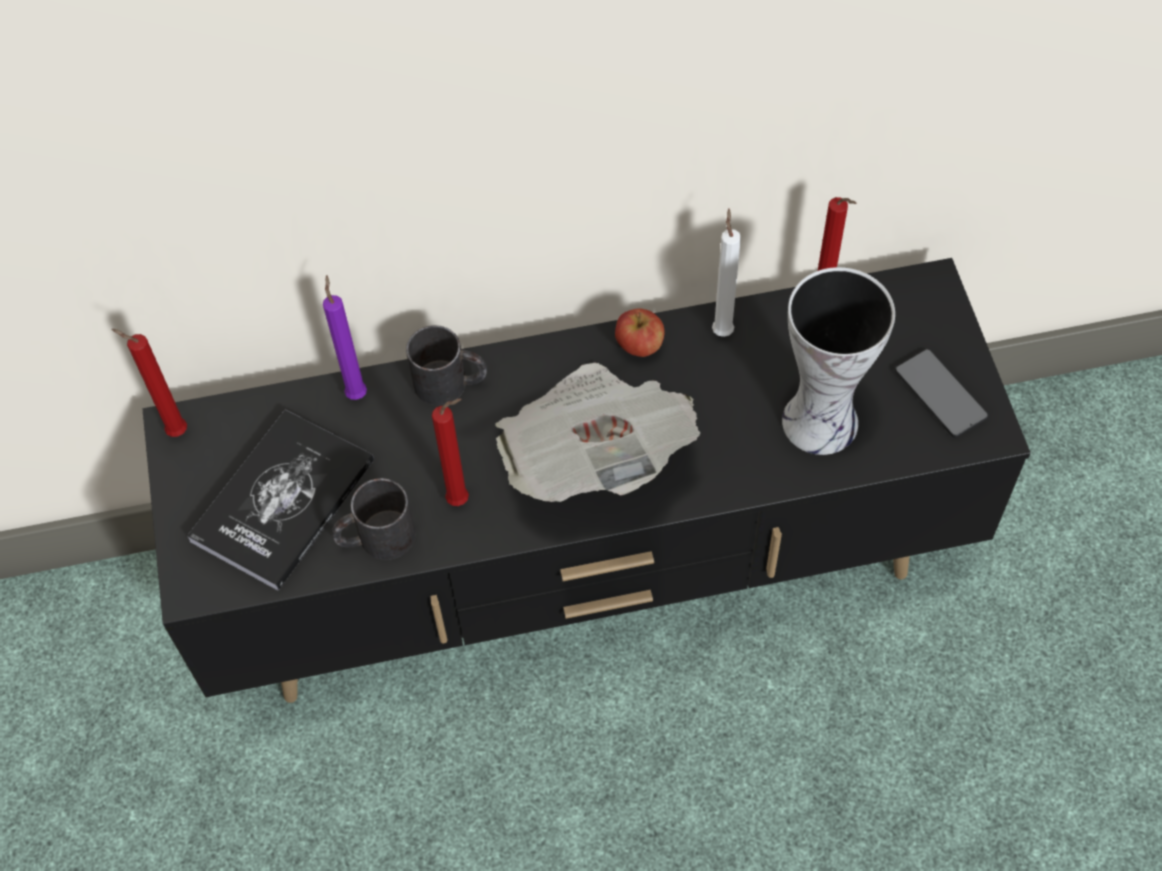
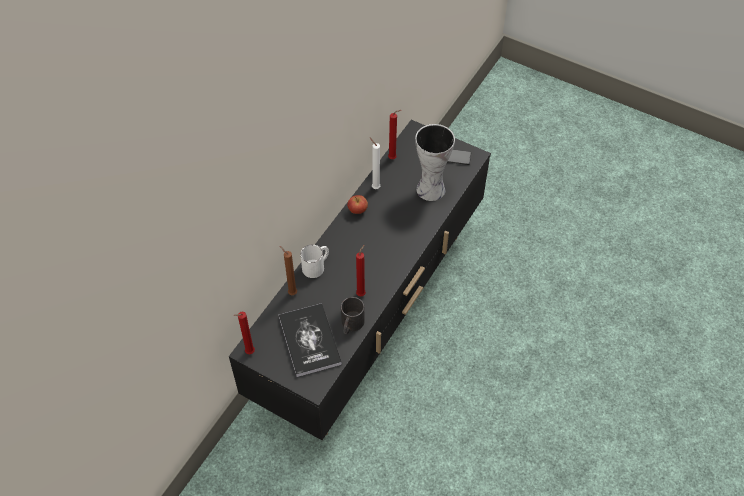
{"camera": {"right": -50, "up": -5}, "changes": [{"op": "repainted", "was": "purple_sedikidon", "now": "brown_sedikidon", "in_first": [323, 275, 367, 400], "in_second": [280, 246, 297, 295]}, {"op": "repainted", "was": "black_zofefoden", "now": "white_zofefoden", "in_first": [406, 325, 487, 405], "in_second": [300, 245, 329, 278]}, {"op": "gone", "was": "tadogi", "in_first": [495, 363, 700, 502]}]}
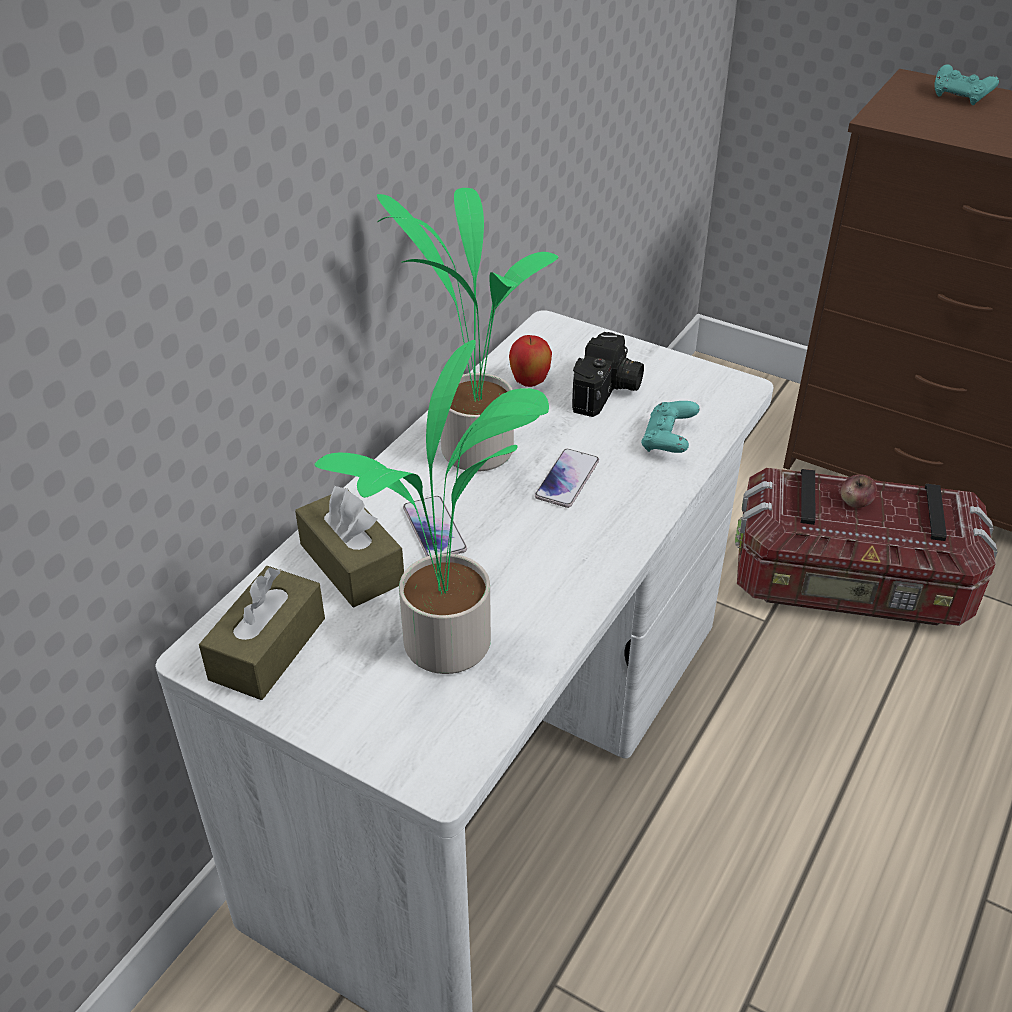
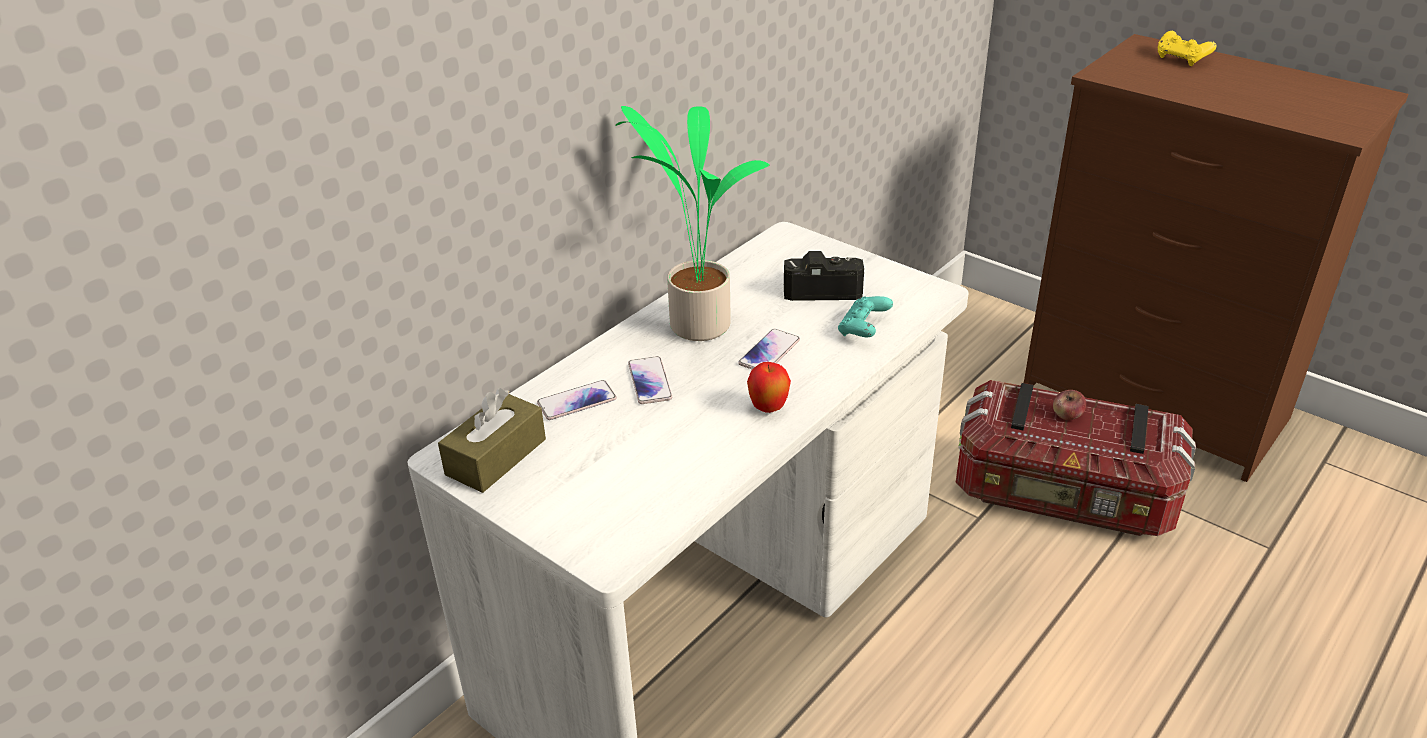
{"camera": {"right": 10, "up": -5}, "changes": [{"op": "repainted", "was": "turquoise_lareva", "now": "yellow_lareva", "in_first": [934, 64, 999, 105], "in_second": [1158, 31, 1217, 66]}, {"op": "rotated", "was": "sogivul", "in_first": [572, 332, 644, 417], "in_second": [784, 251, 864, 301], "clockwise": -120}, {"op": "shifted", "was": "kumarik", "in_first": [509, 335, 552, 387], "in_second": [747, 362, 791, 413]}, {"op": "gone", "was": "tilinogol", "in_first": [314, 340, 549, 674]}, {"op": "swapped", "was": "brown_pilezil", "now": "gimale", "in_first": [295, 486, 404, 607], "in_second": [537, 380, 617, 420]}]}
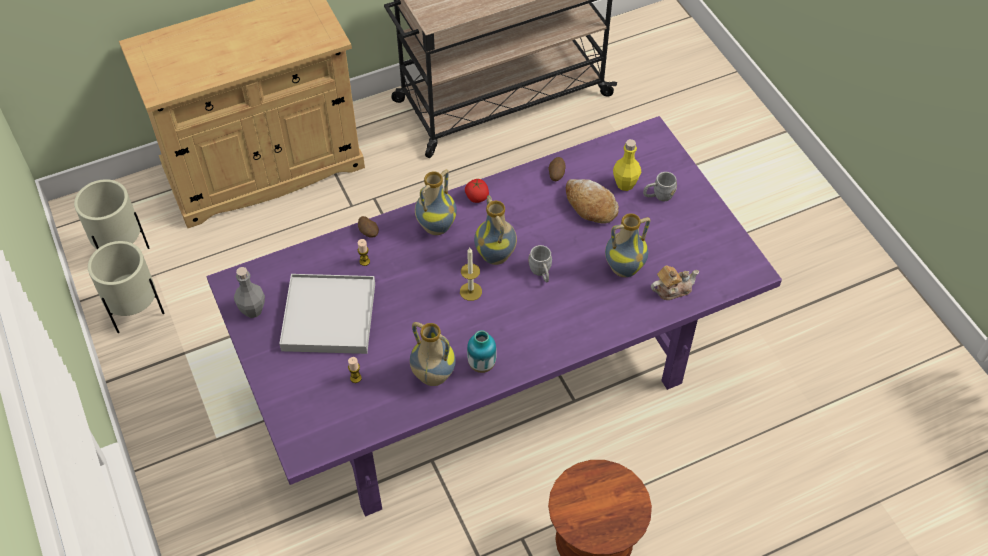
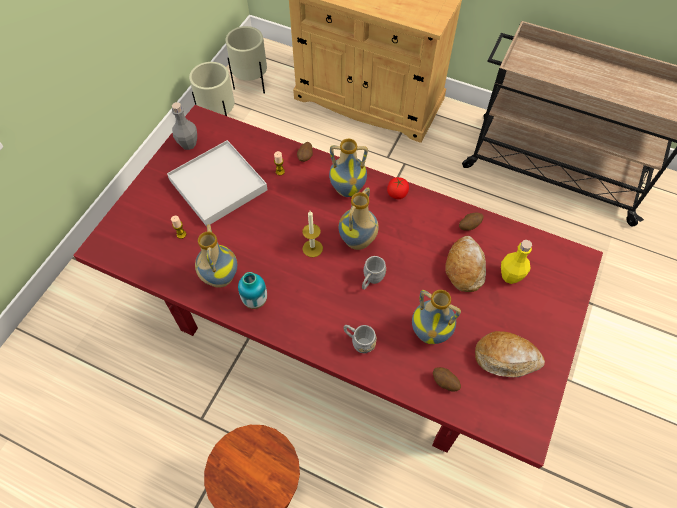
{"camera": {"right": 50, "up": 5}, "changes": [{"op": "repainted", "was": "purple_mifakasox", "now": "red_mifakasox", "in_first": [207, 116, 782, 517], "in_second": [73, 105, 603, 468]}, {"op": "shifted", "was": "grey_zofefoden", "in_first": [643, 172, 677, 201], "in_second": [343, 325, 377, 353]}, {"op": "swapped", "was": "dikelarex", "now": "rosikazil", "in_first": [651, 265, 699, 300], "in_second": [433, 367, 461, 392]}, {"op": "new", "now": "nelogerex", "in_second": [475, 331, 545, 377]}]}
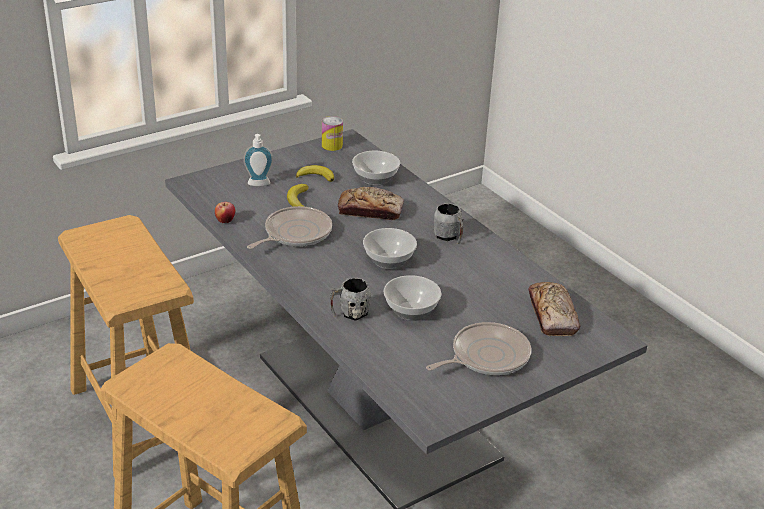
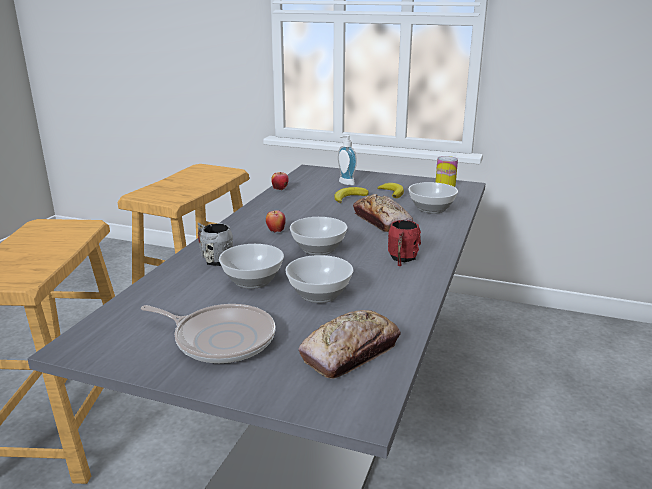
{"camera": {"right": 55, "up": -10}, "changes": [{"op": "repainted", "was": "grey_zofefoden", "now": "red_zofefoden", "in_first": [434, 203, 463, 244], "in_second": [388, 220, 421, 266]}, {"op": "gone", "was": "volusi", "in_first": [247, 206, 332, 249]}, {"op": "new", "now": "kumarik", "in_second": [266, 210, 286, 232]}, {"op": "new", "now": "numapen", "in_second": [285, 255, 353, 303]}]}
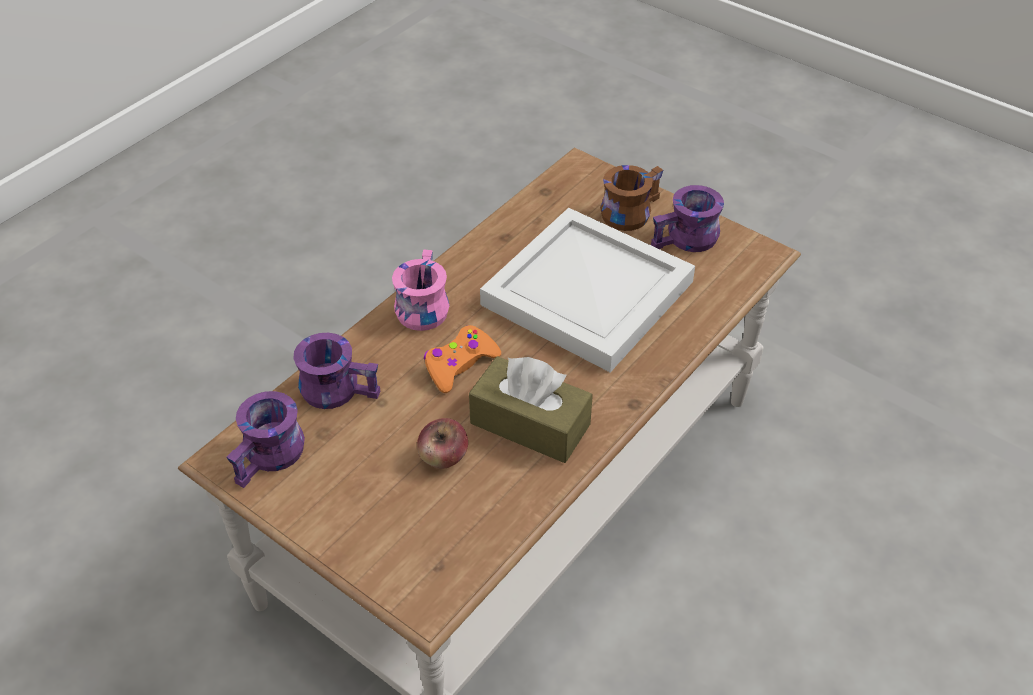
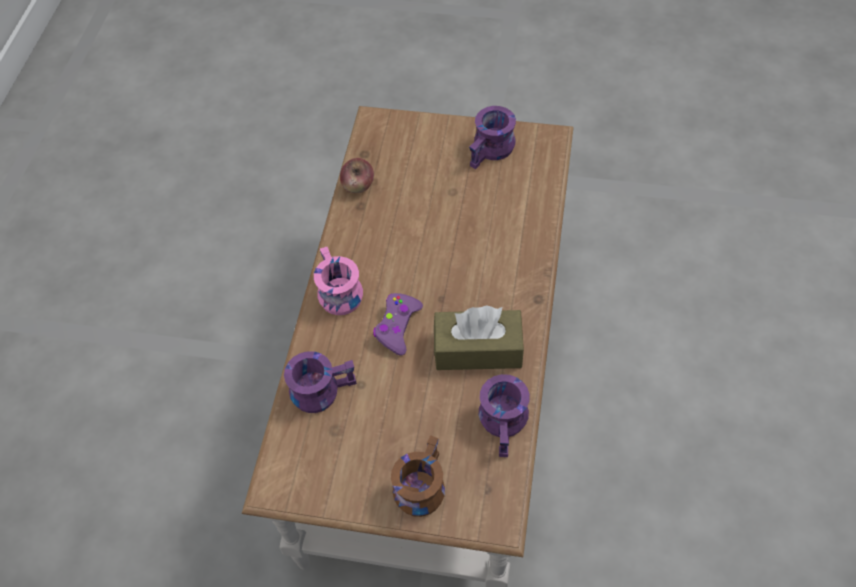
{"camera": {"right": -25, "up": 10}, "changes": [{"op": "shifted", "was": "brown_zofefoden", "in_first": [600, 165, 663, 231], "in_second": [391, 435, 445, 517]}, {"op": "gone", "was": "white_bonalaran", "in_first": [480, 208, 695, 372]}, {"op": "repainted", "was": "orange_lareva", "now": "purple_lareva", "in_first": [424, 325, 501, 393], "in_second": [373, 293, 423, 356]}, {"op": "shifted", "was": "purple_zofefoden", "in_first": [227, 391, 305, 488], "in_second": [479, 374, 530, 457]}, {"op": "shifted", "was": "kumarik", "in_first": [417, 418, 468, 469], "in_second": [340, 158, 374, 193]}]}
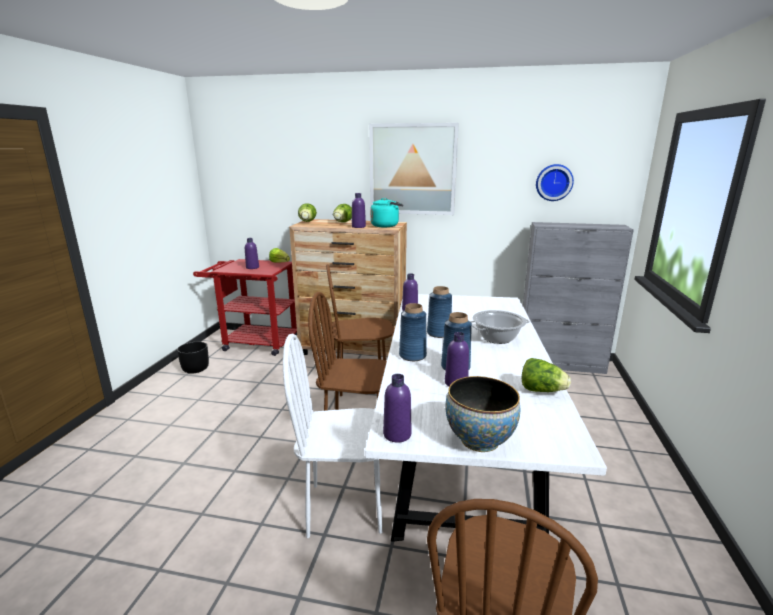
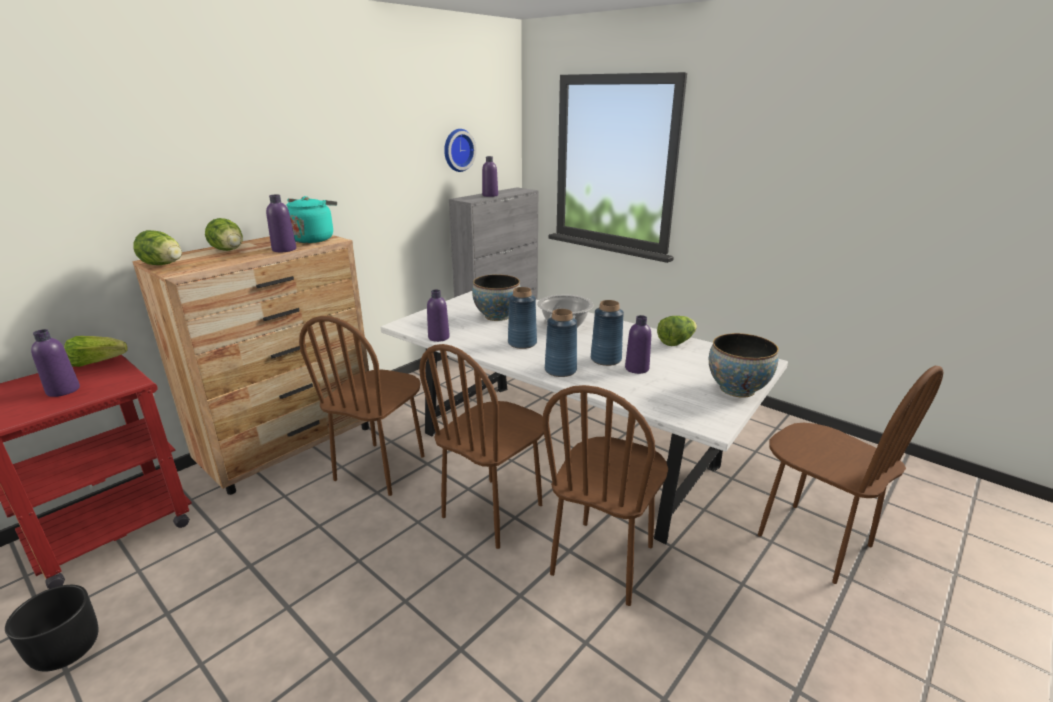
{"camera": {"right": -60, "up": 5}, "changes": [{"op": "gone", "was": "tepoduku", "in_first": [369, 123, 459, 215]}, {"op": "repainted", "was": "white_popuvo", "now": "brown_popuvo", "in_first": [283, 334, 382, 538], "in_second": [542, 385, 668, 606]}, {"op": "shifted", "was": "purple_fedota", "in_first": [383, 374, 412, 443], "in_second": [482, 156, 498, 197]}, {"op": "new", "now": "numapen", "in_second": [472, 274, 521, 321]}]}
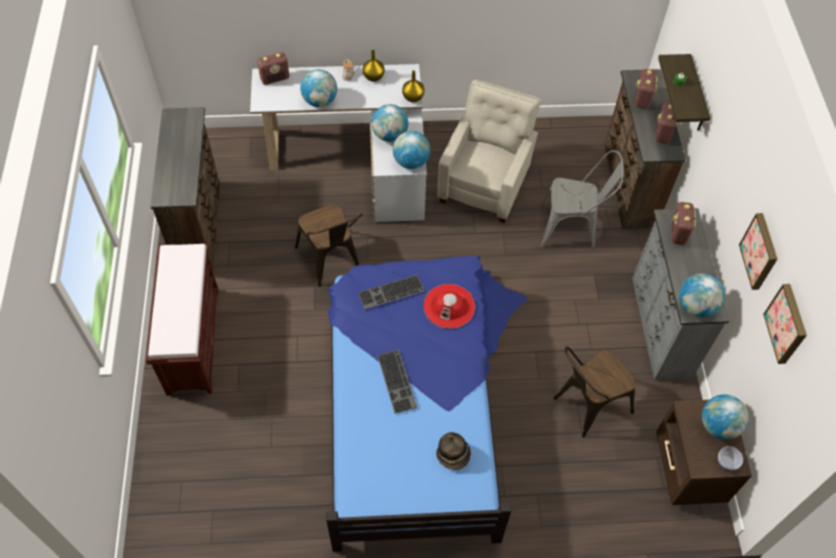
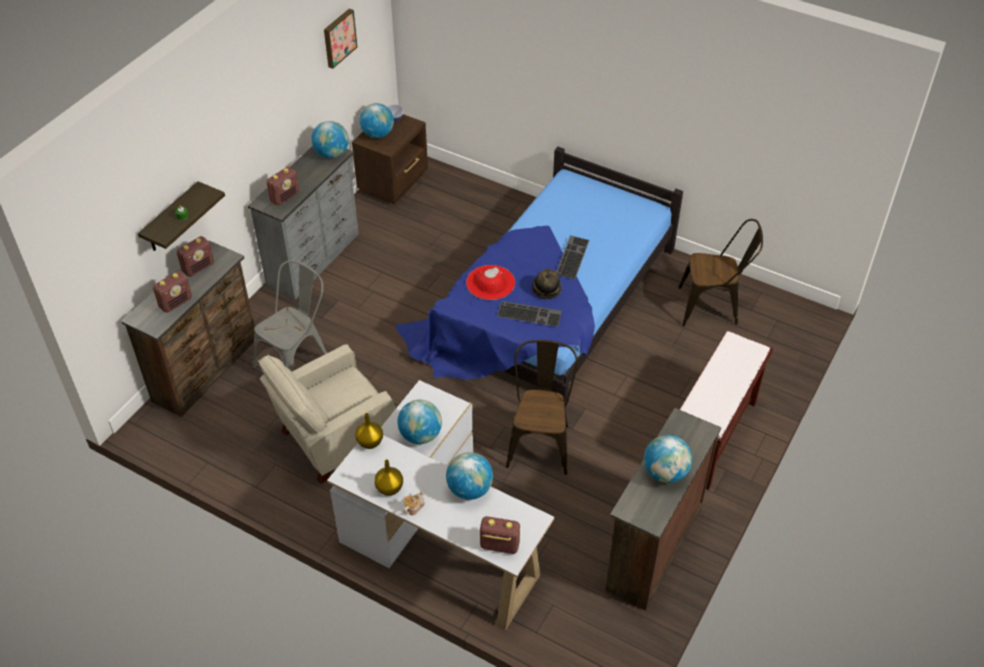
{"camera": {"right": -145, "up": -10}, "changes": [{"op": "shifted", "was": "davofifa", "in_first": [393, 131, 430, 169], "in_second": [644, 435, 692, 483]}, {"op": "rotated", "was": "grey_popuvo", "in_first": [541, 150, 624, 248], "in_second": [253, 260, 327, 371], "clockwise": 90}, {"op": "gone", "was": "tepoduku", "in_first": [739, 213, 777, 290]}, {"op": "shifted", "was": "brown_popuvo", "in_first": [554, 346, 636, 438], "in_second": [678, 219, 763, 326]}, {"op": "shifted", "was": "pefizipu", "in_first": [436, 432, 471, 470], "in_second": [532, 269, 562, 300]}]}
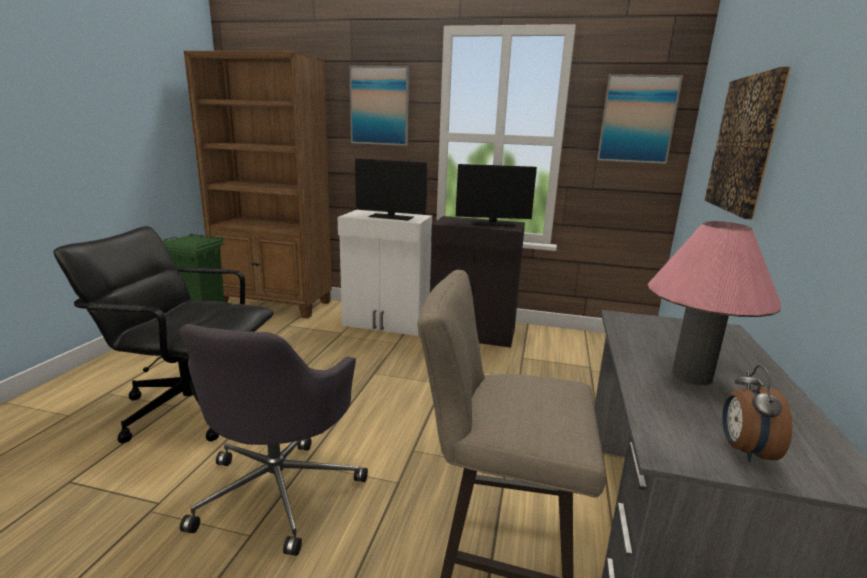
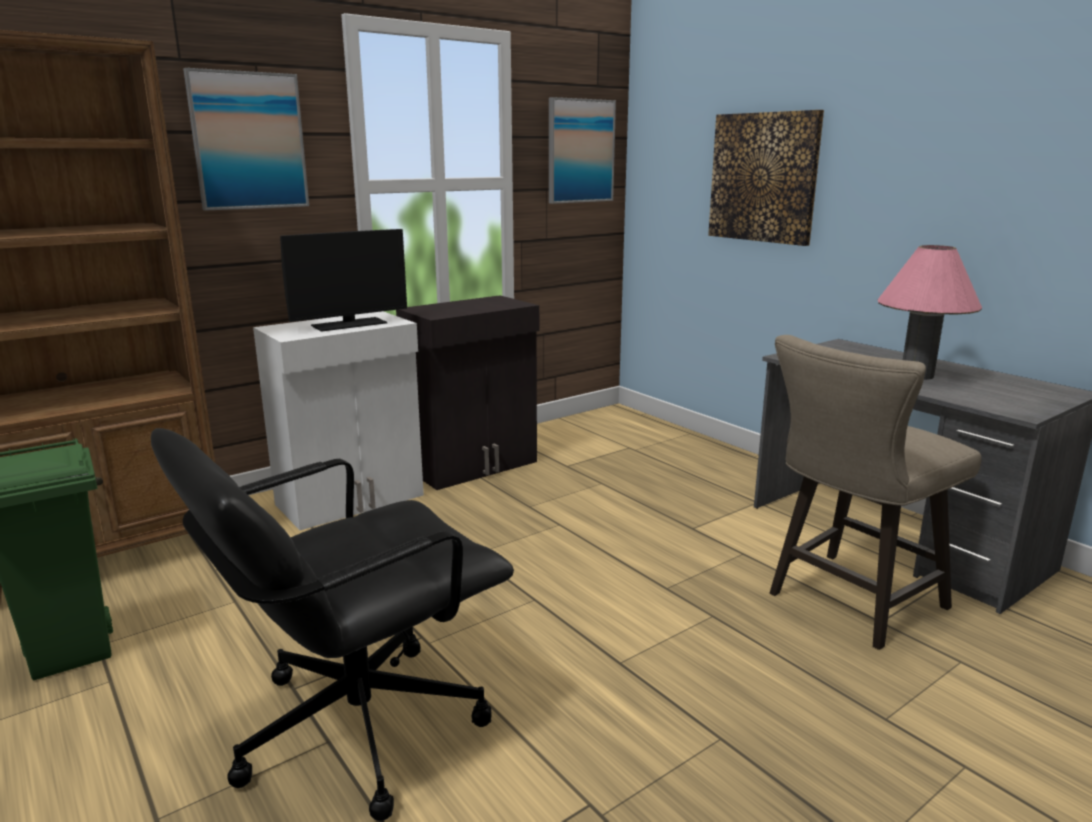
{"camera": {"right": -50, "up": 0}, "changes": [{"op": "gone", "was": "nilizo", "in_first": [456, 164, 537, 226]}, {"op": "gone", "was": "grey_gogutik", "in_first": [179, 324, 368, 556]}, {"op": "gone", "was": "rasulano", "in_first": [722, 365, 793, 462]}]}
